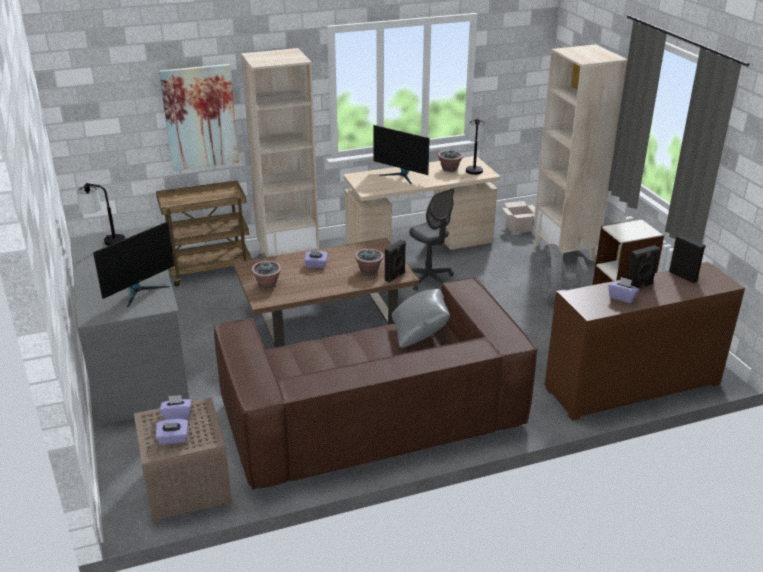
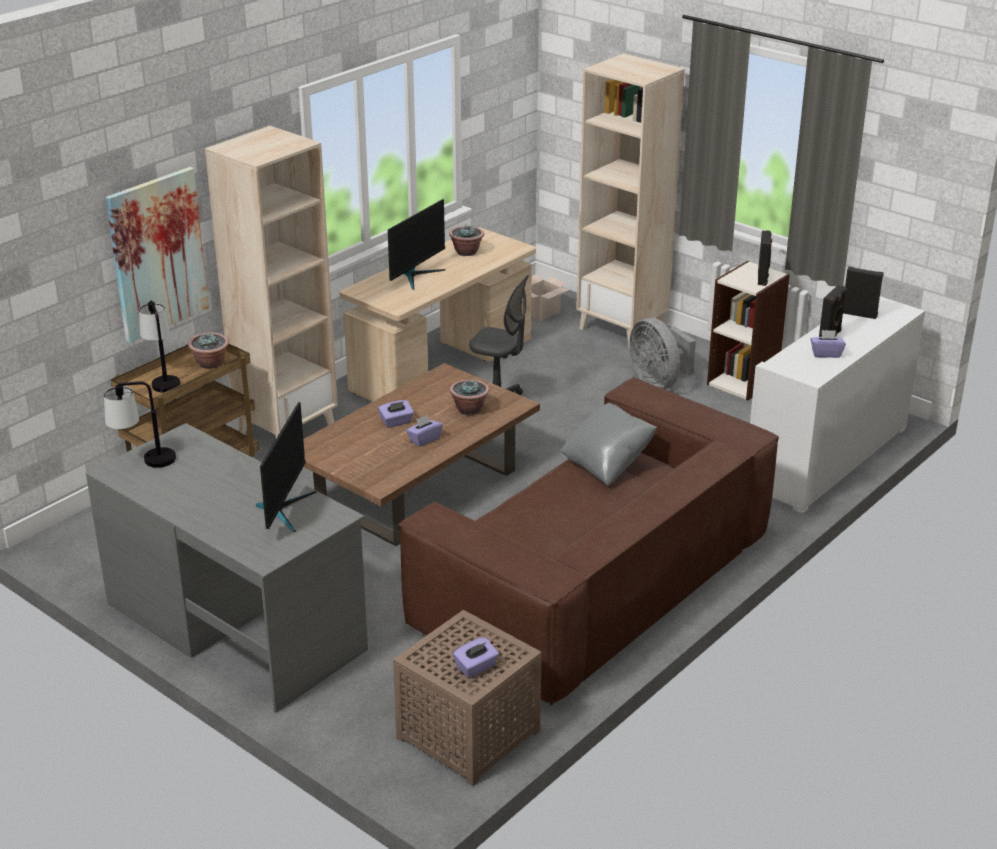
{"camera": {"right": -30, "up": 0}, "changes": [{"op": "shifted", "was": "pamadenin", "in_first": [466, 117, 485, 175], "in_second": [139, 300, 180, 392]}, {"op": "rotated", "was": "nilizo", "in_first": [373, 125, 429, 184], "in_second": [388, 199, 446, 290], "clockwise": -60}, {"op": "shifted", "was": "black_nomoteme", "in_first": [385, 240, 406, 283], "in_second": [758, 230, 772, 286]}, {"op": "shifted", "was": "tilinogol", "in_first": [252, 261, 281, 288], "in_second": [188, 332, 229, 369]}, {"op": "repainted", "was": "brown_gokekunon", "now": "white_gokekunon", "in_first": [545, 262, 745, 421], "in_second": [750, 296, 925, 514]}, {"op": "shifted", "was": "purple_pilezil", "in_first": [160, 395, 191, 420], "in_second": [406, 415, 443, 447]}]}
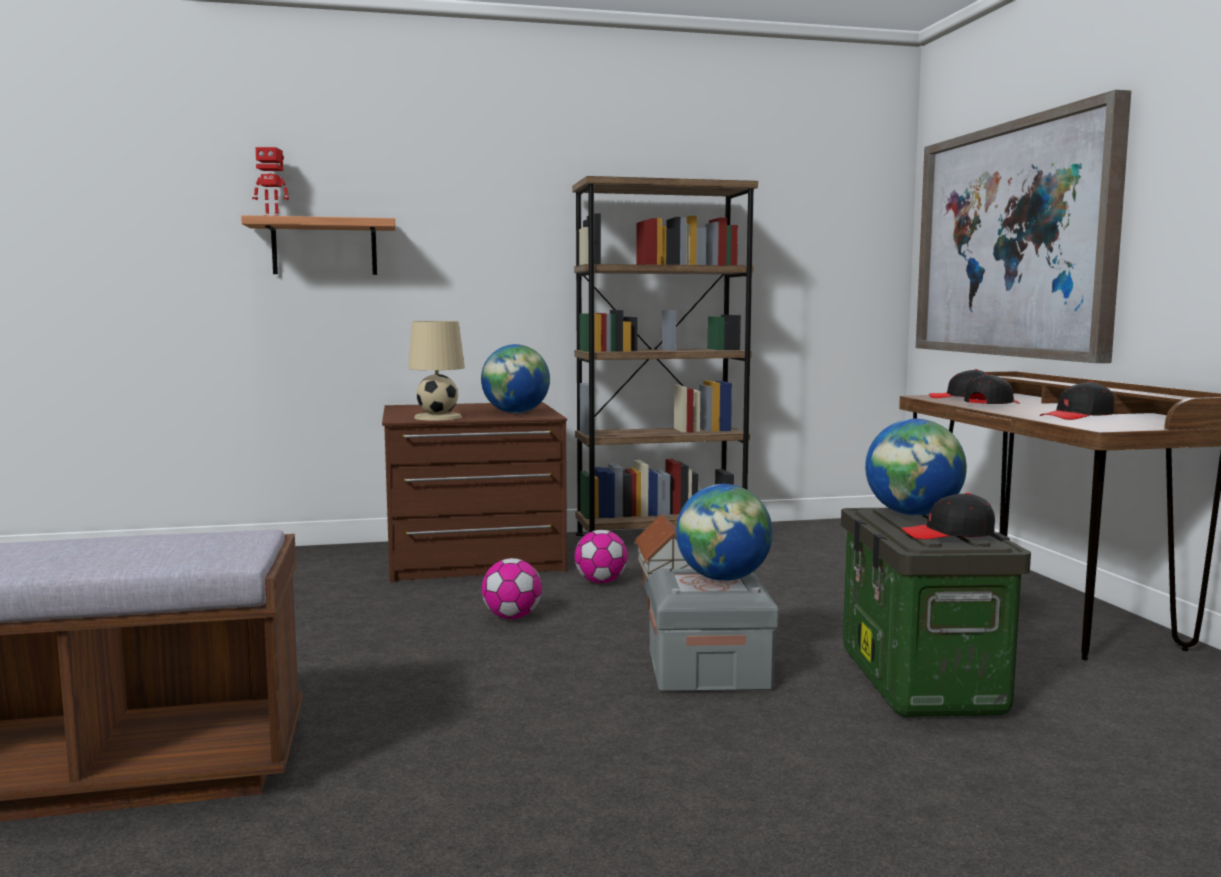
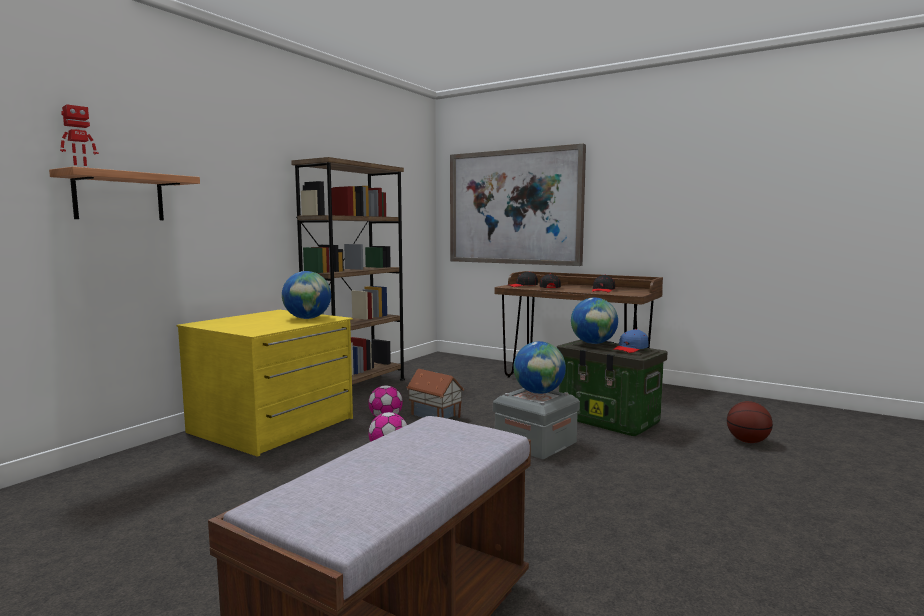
{"camera": {"right": -45, "up": 0}, "changes": [{"op": "gone", "was": "beige_pamadenin", "in_first": [408, 321, 465, 420]}, {"op": "repainted", "was": "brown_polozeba", "now": "yellow_polozeba", "in_first": [382, 402, 567, 582], "in_second": [177, 310, 353, 457]}, {"op": "repainted", "was": "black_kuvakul", "now": "blue_kuvakul", "in_first": [901, 493, 995, 539], "in_second": [613, 329, 648, 353]}, {"op": "new", "now": "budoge", "in_second": [727, 401, 773, 443]}]}
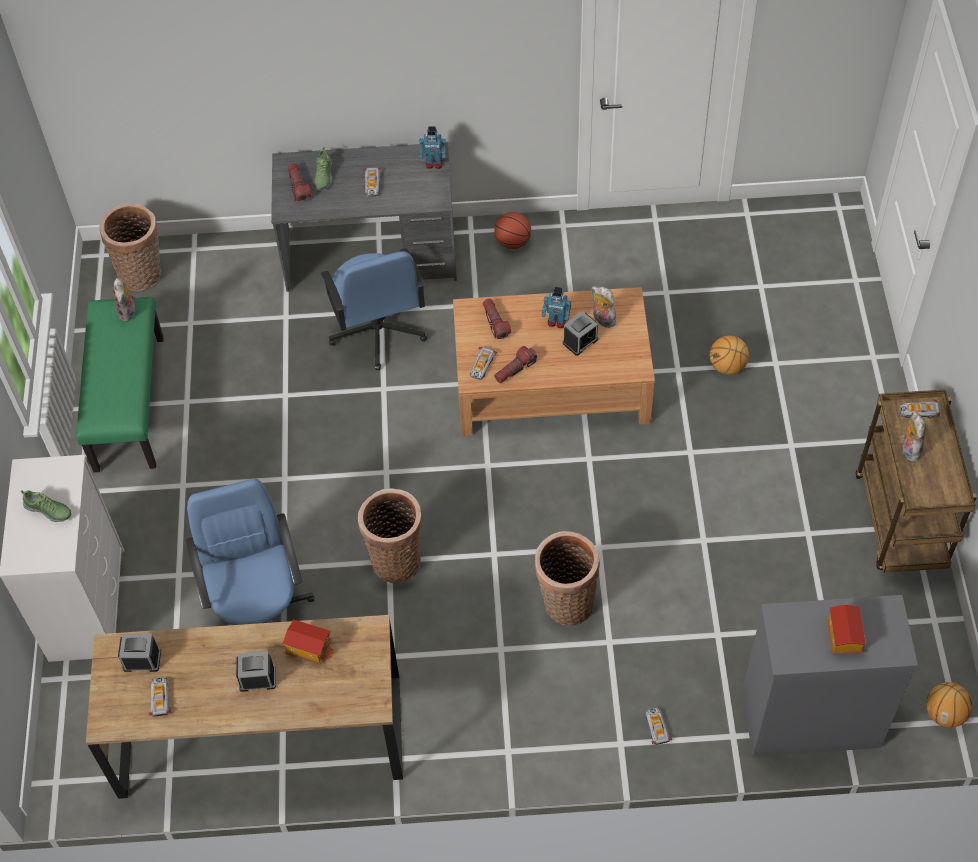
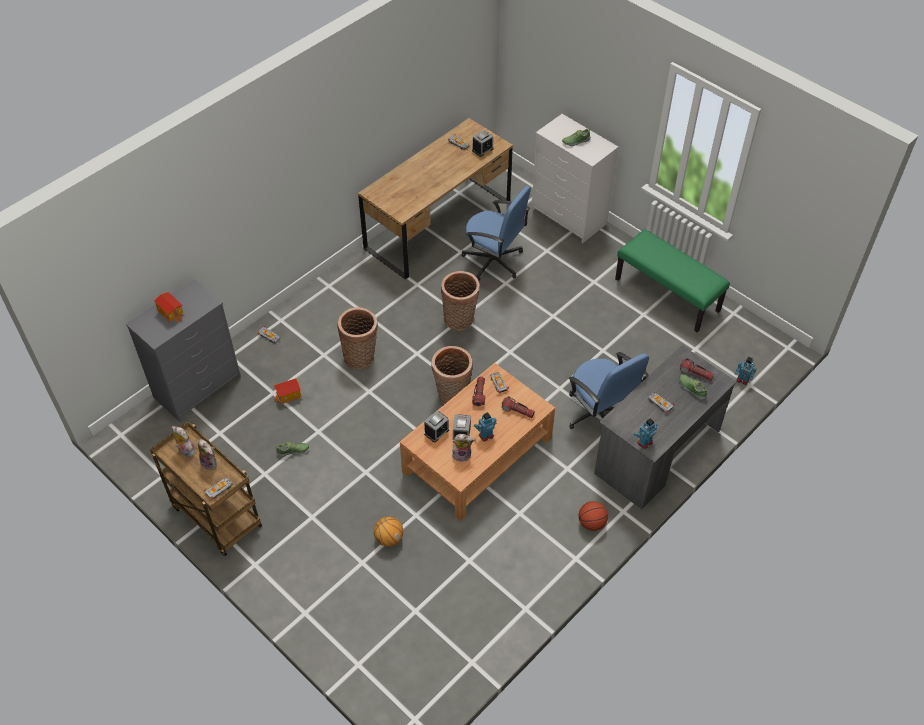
{"camera": {"right": 135, "up": -5}, "changes": [{"op": "shifted", "was": "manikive", "in_first": [100, 203, 161, 291], "in_second": [431, 346, 473, 404]}, {"op": "rotated", "was": "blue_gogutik", "in_first": [321, 248, 427, 371], "in_second": [568, 352, 649, 429], "clockwise": -150}, {"op": "shifted", "was": "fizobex", "in_first": [113, 278, 135, 322], "in_second": [172, 426, 196, 457]}, {"op": "shifted", "was": "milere", "in_first": [282, 619, 334, 665], "in_second": [274, 378, 302, 404]}, {"op": "shifted", "was": "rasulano", "in_first": [236, 651, 276, 692], "in_second": [424, 411, 450, 442]}, {"op": "gone", "was": "budoge", "in_first": [926, 682, 973, 728]}, {"op": "new", "now": "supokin", "in_second": [735, 357, 757, 385]}, {"op": "new", "now": "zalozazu", "in_second": [276, 442, 309, 457]}]}
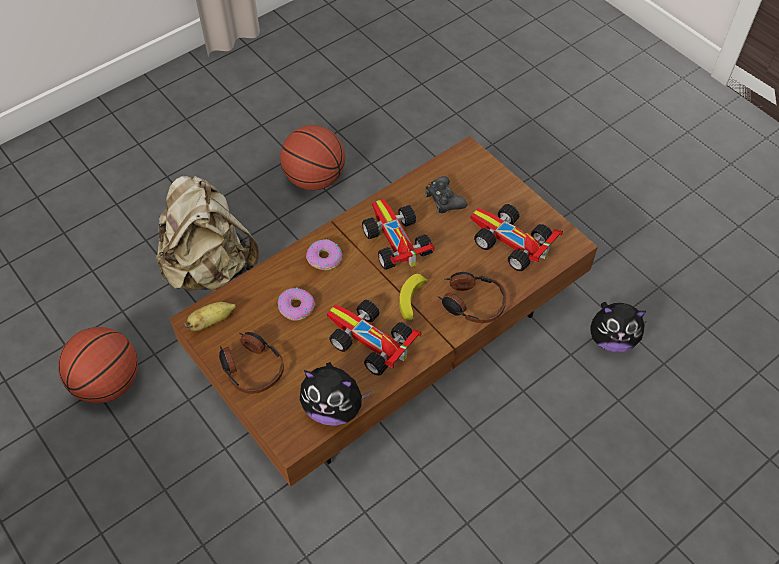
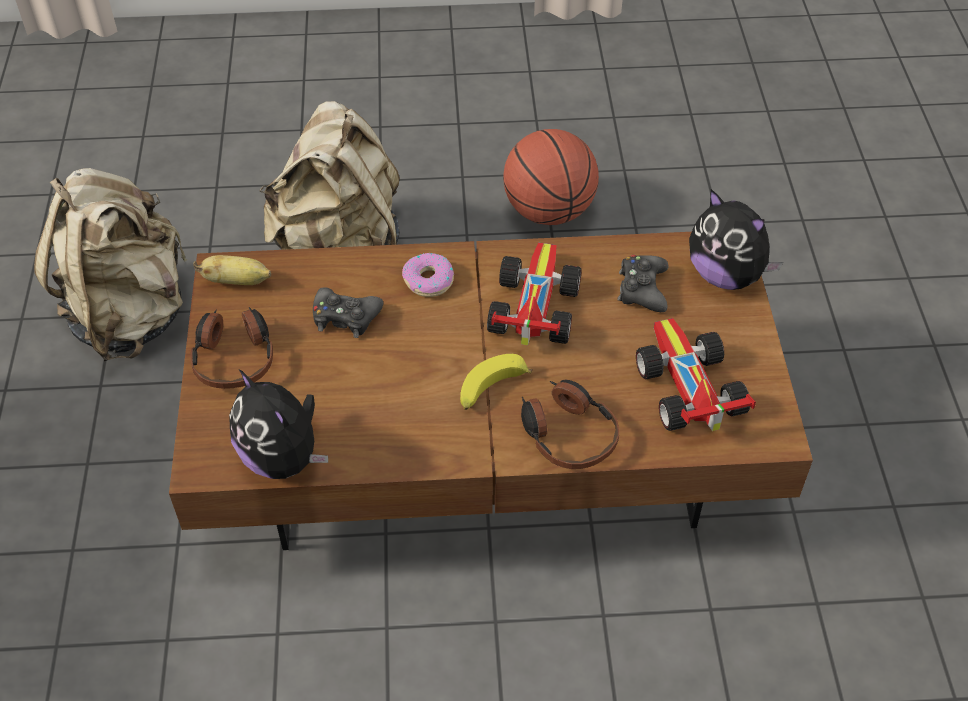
{"camera": {"right": 35, "up": -5}, "changes": [{"op": "swapped", "was": "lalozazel", "now": "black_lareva", "in_first": [278, 287, 315, 321], "in_second": [313, 287, 383, 338]}, {"op": "gone", "was": "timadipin", "in_first": [327, 300, 421, 376]}, {"op": "shifted", "was": "fizobex", "in_first": [590, 302, 646, 352], "in_second": [689, 189, 783, 290]}, {"op": "swapped", "was": "budoge", "now": "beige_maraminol", "in_first": [58, 327, 138, 403], "in_second": [34, 168, 187, 361]}]}
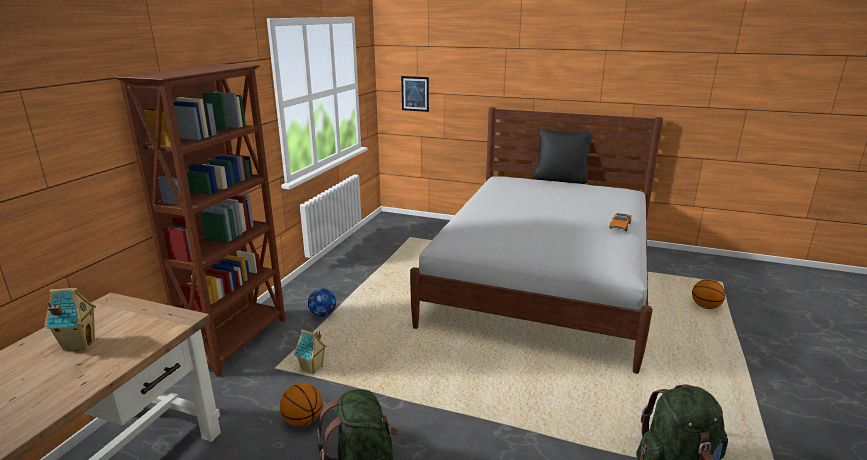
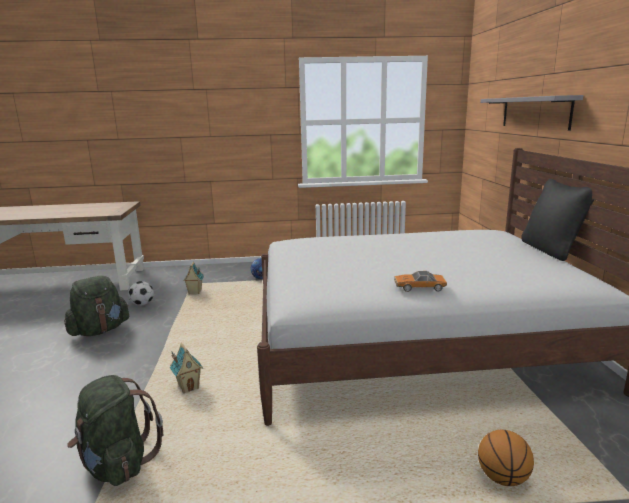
{"camera": {"right": 65, "up": -5}, "changes": [{"op": "gone", "was": "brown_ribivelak", "in_first": [114, 64, 285, 377]}, {"op": "gone", "was": "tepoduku", "in_first": [401, 76, 429, 112]}, {"op": "shifted", "was": "milere", "in_first": [44, 288, 96, 351], "in_second": [170, 343, 203, 394]}, {"op": "swapped", "was": "budoge", "now": "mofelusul", "in_first": [280, 383, 322, 427], "in_second": [128, 281, 154, 305]}, {"op": "new", "now": "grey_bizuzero", "in_second": [480, 95, 584, 131]}]}
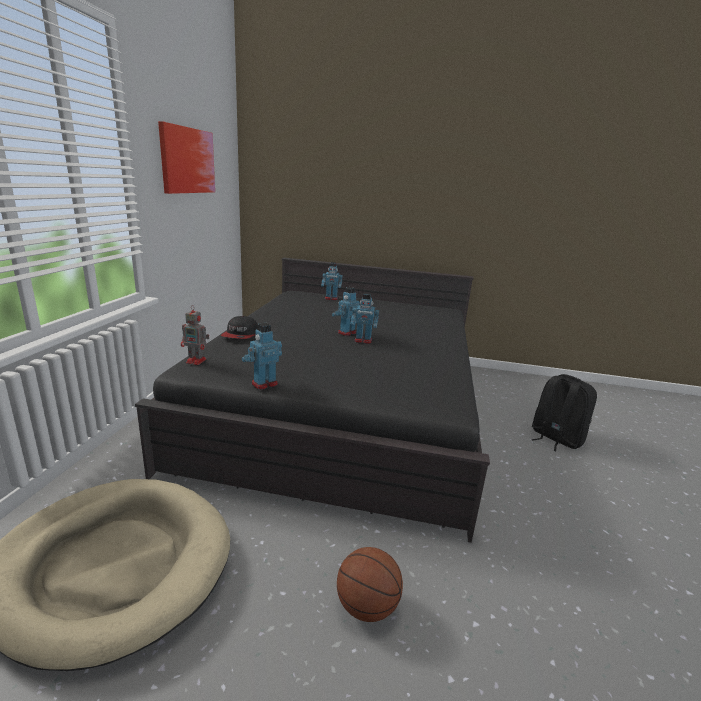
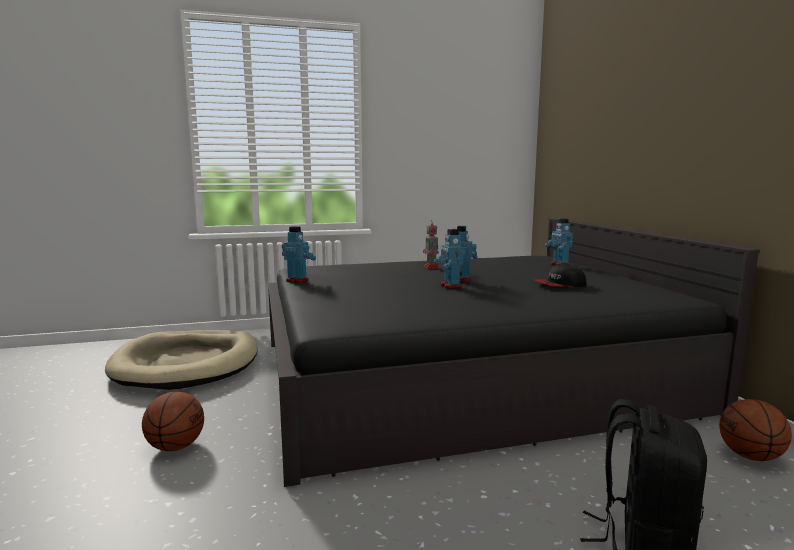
{"camera": {"right": 65, "up": -10}, "changes": [{"op": "gone", "was": "tepoduku", "in_first": [158, 121, 215, 194]}, {"op": "shifted", "was": "supokin", "in_first": [181, 305, 209, 365], "in_second": [423, 221, 439, 269]}, {"op": "shifted", "was": "kuvakul", "in_first": [221, 316, 258, 339], "in_second": [535, 265, 587, 287]}, {"op": "new", "now": "budoge", "in_second": [719, 399, 792, 461]}]}
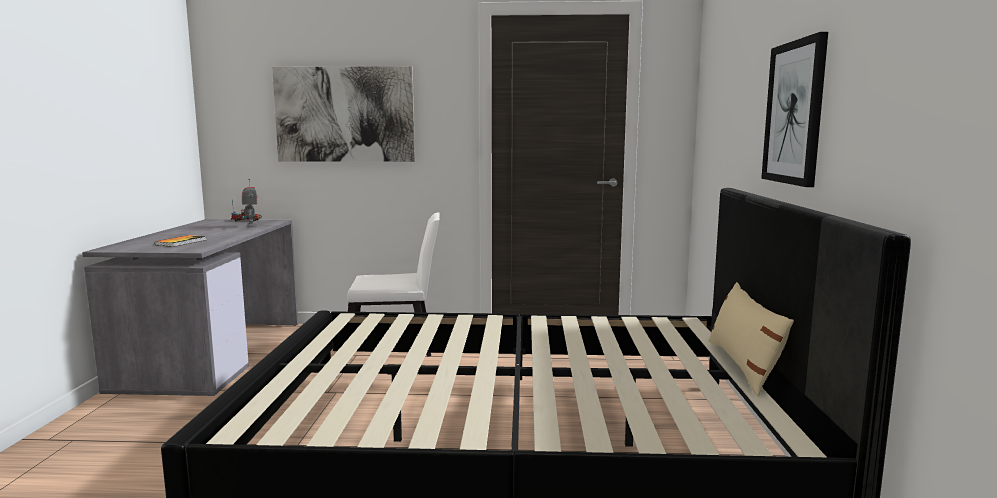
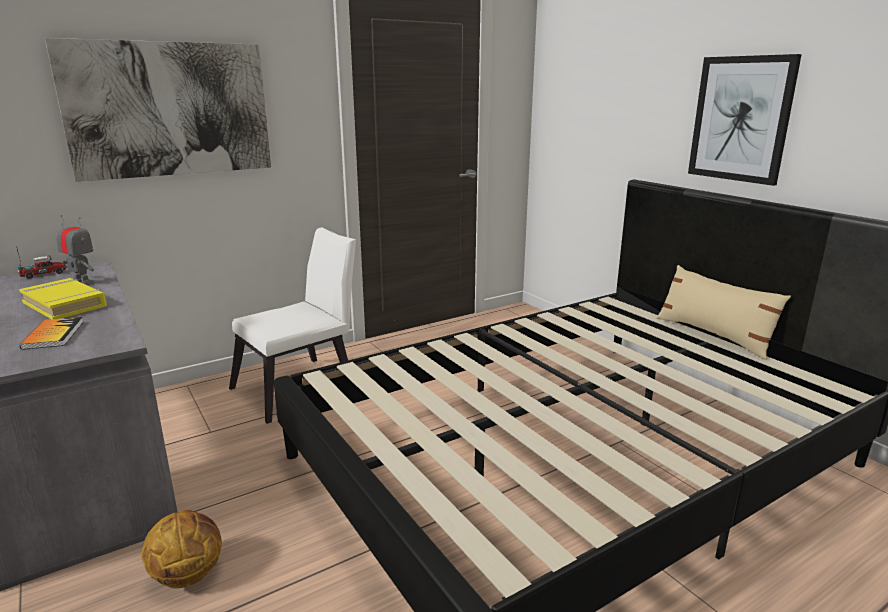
{"camera": {"right": -35, "up": 10}, "changes": [{"op": "new", "now": "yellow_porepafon", "in_second": [19, 278, 107, 319]}, {"op": "new", "now": "budoge", "in_second": [142, 510, 222, 589]}]}
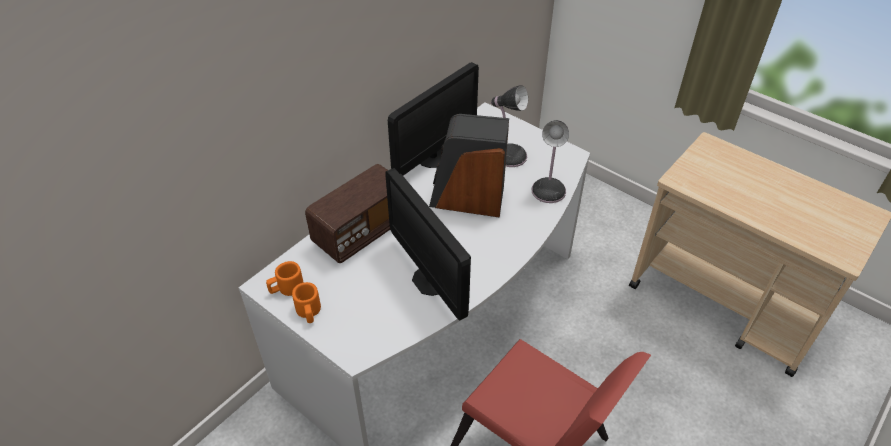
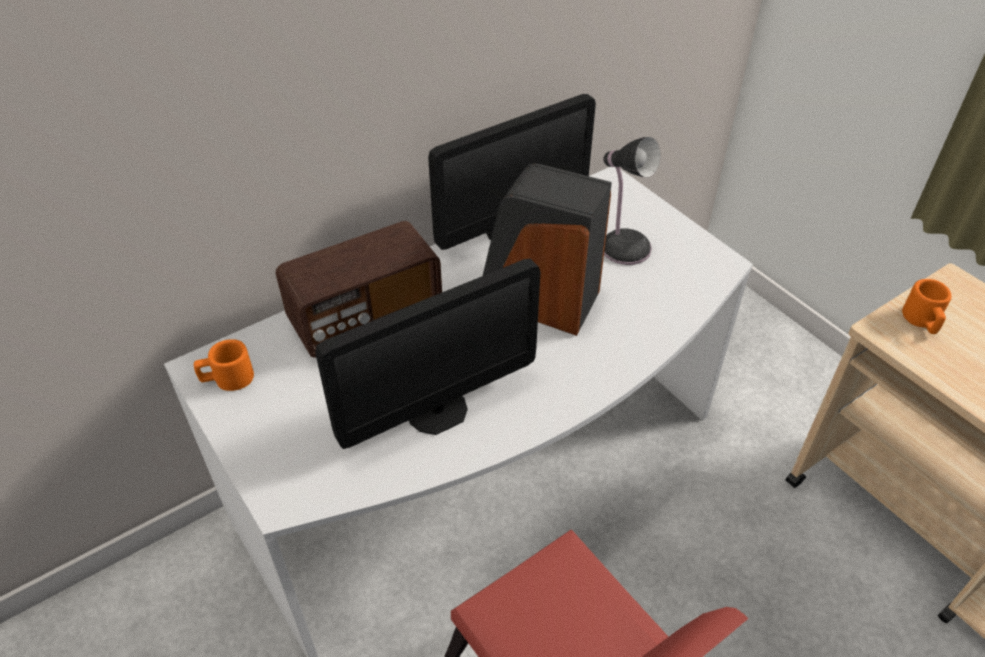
{"camera": {"right": 15, "up": 0}, "changes": [{"op": "gone", "was": "pamadenin", "in_first": [532, 120, 569, 203]}, {"op": "rotated", "was": "nilizo", "in_first": [385, 168, 471, 321], "in_second": [315, 258, 540, 449], "clockwise": -105}, {"op": "shifted", "was": "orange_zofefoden", "in_first": [292, 282, 321, 323], "in_second": [902, 279, 952, 334]}]}
